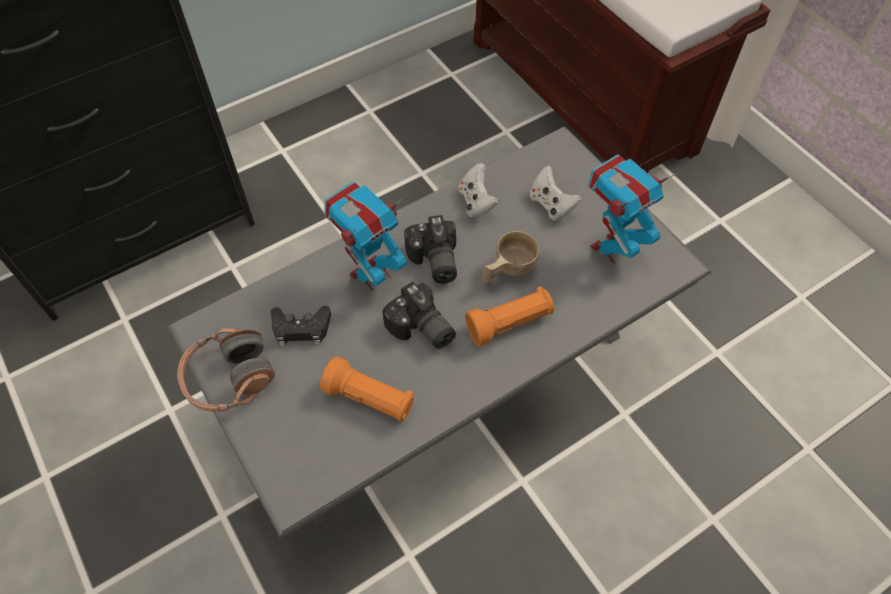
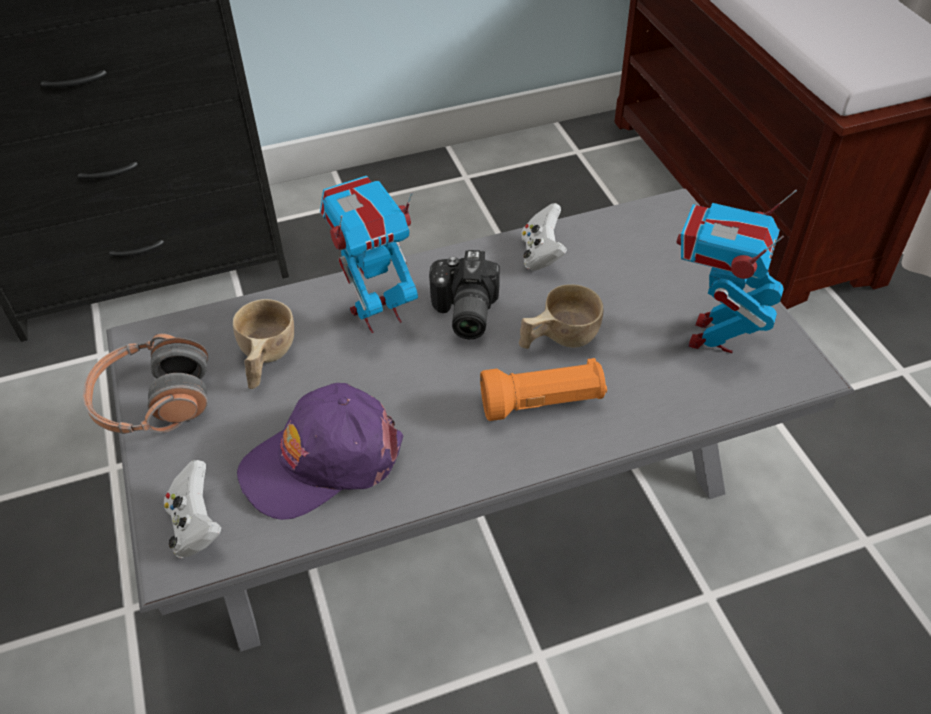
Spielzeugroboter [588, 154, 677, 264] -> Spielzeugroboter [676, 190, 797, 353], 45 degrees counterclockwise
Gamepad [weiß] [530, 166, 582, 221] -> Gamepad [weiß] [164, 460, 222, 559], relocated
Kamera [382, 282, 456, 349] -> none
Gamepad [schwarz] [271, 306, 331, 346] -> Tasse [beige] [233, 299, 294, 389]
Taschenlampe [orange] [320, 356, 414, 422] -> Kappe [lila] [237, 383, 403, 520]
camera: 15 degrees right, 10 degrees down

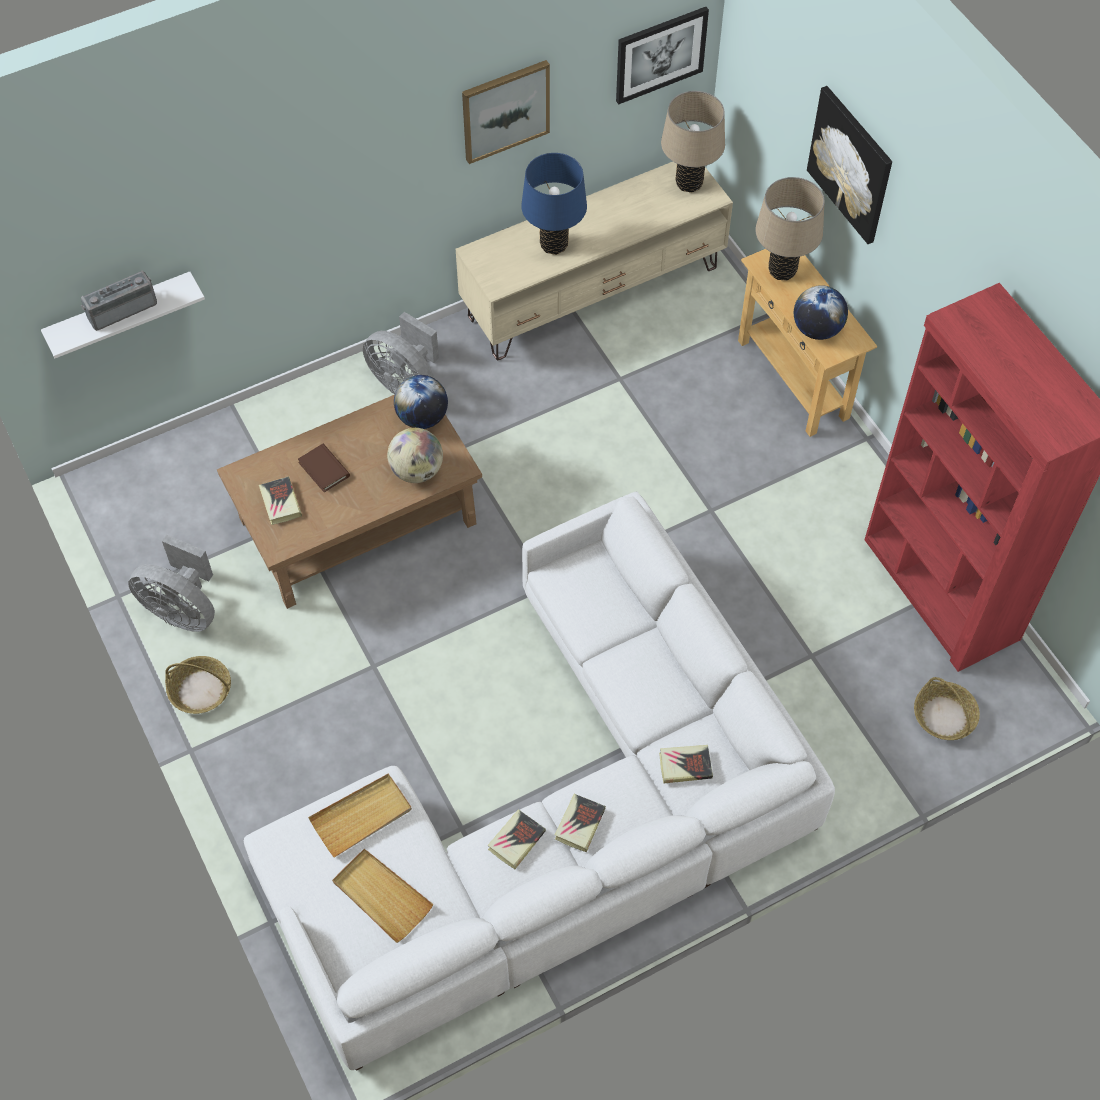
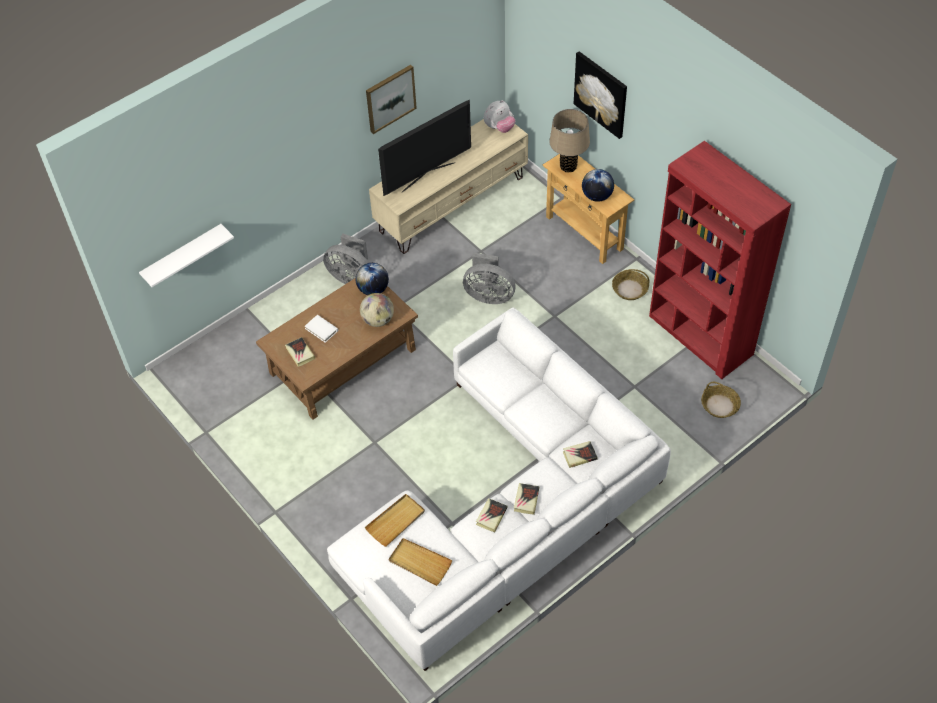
Bild [616, 7, 709, 104] -> none
Tischlampe [beige] [661, 91, 725, 193] -> Plüschtier [484, 100, 515, 133]
Tischlampe [blau] [521, 153, 587, 255] -> Fernseher [378, 100, 471, 196]
Radio [81, 271, 157, 331] -> none
Buch [braun] [298, 444, 350, 493] -> Buch [weiß] [305, 315, 338, 343]
Ventilator [grau] [128, 534, 215, 632] -> Ventilator [grau] [463, 253, 516, 304], relocated
Korb [165, 656, 231, 714] -> Korb [612, 269, 649, 300], relocated
camera: 10 degrees left, 5 degrees down

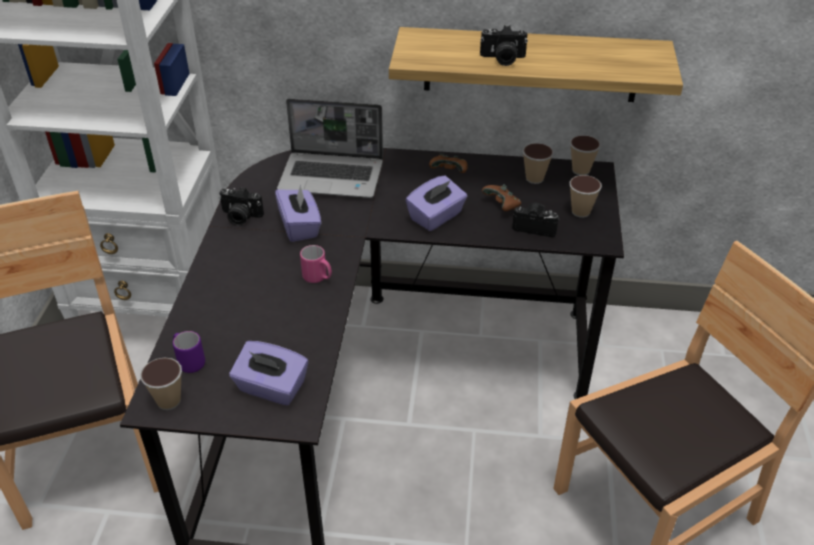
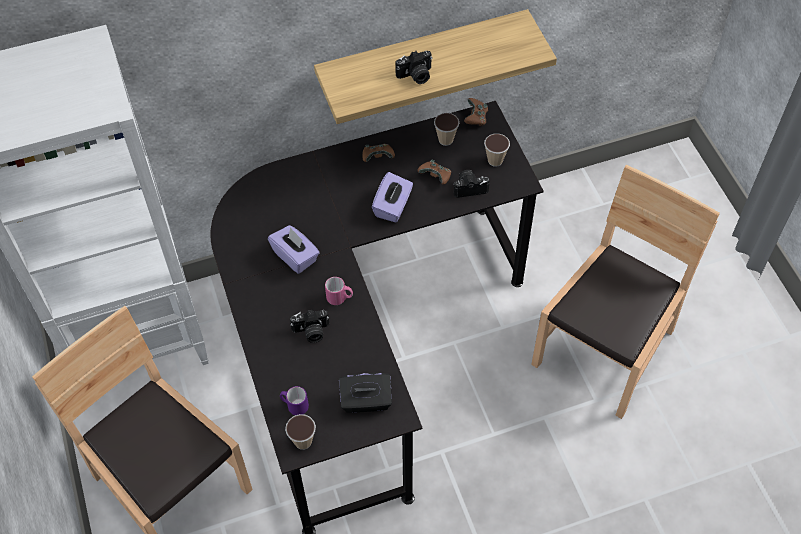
Laptop [277, 98, 383, 198] -> none
Tasse [570, 135, 601, 175] -> Gamepad [braun] [464, 98, 488, 126]
Kamera [219, 187, 264, 226] -> Kamera [290, 310, 329, 343], relocated
Taschentuchbox [lila] [229, 341, 308, 405] -> Taschentuchbox [schwarz] [339, 373, 392, 413]
camera: 25 degrees left, 15 degrees up

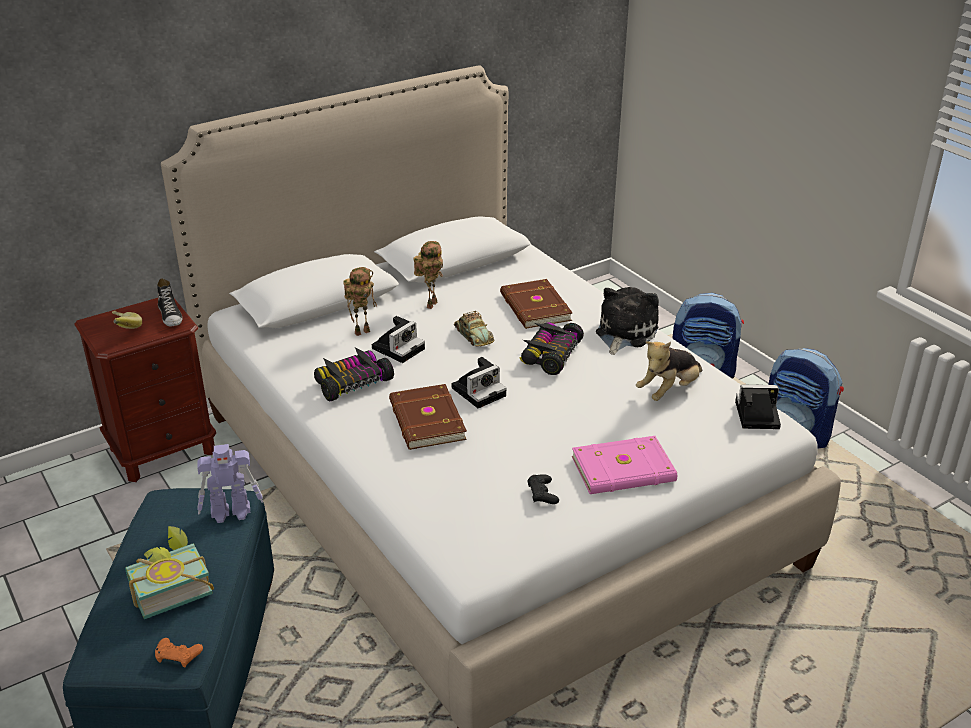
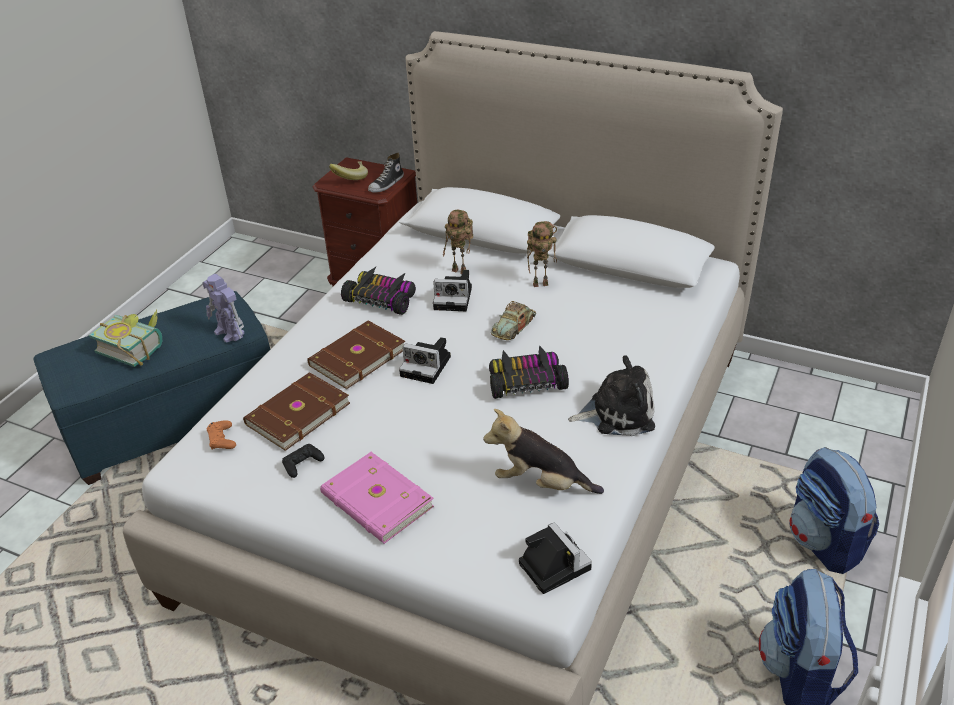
Buch [braun] [500, 279, 573, 329] -> Buch [braun] [243, 372, 350, 451], relocated
Gamepad [orange] [155, 638, 203, 667] -> Gamepad [orange] [207, 420, 236, 450], relocated
camera: 60 degrees right, 5 degrees up

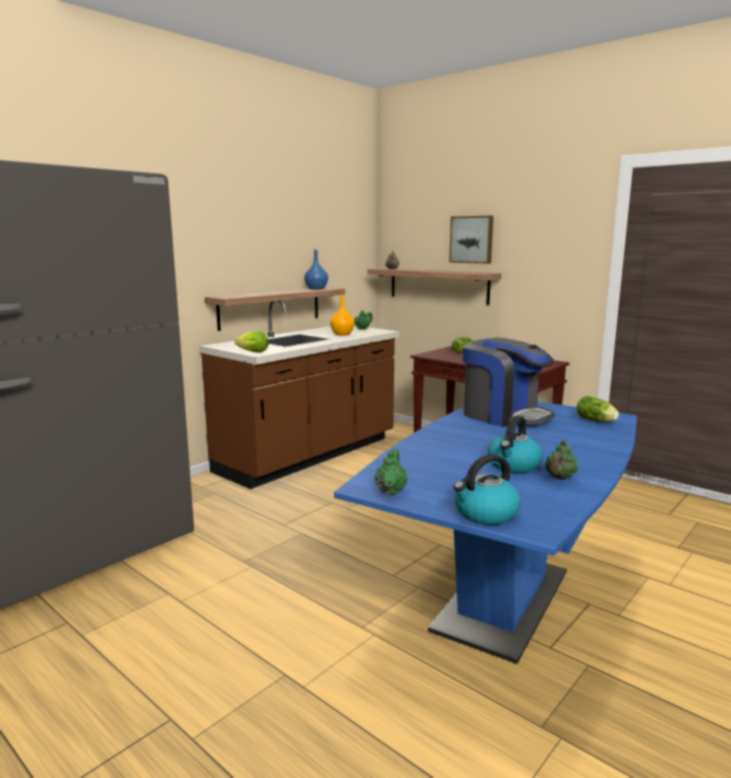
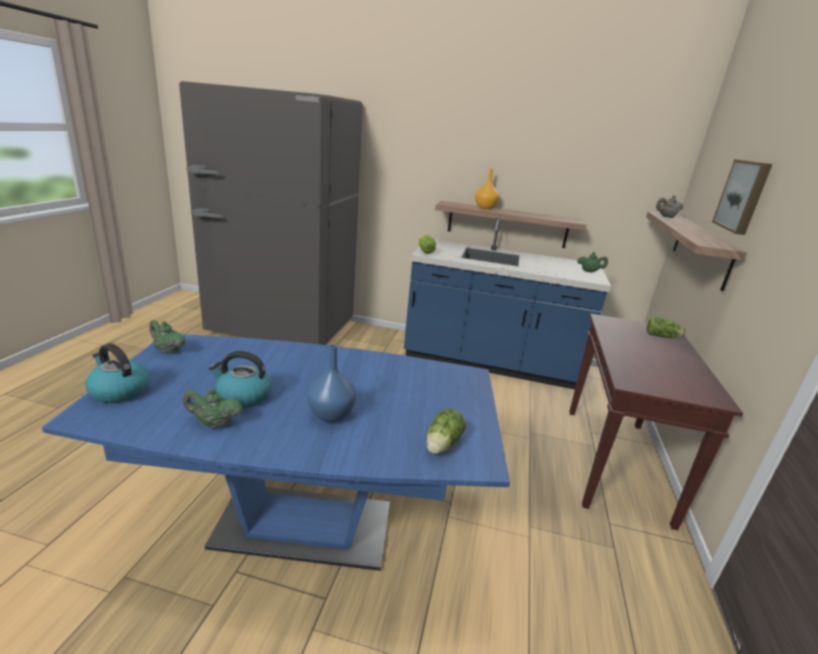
Vase [blau] [304, 250, 328, 290] -> Vase [blau] [307, 345, 356, 423], relocated
Vase [orange] [330, 294, 355, 335] -> Vase [orange] [475, 169, 499, 209], relocated
Küchenzeile [braun] [200, 301, 399, 489] -> Küchenzeile [blau] [404, 219, 611, 389]
Kaffeemaschine [463, 337, 554, 427] -> none
Teekanne [grün] [375, 449, 408, 495] -> Teekanne [grün] [149, 320, 185, 354], 135 degrees counterclockwise
camera: 60 degrees right, 10 degrees up

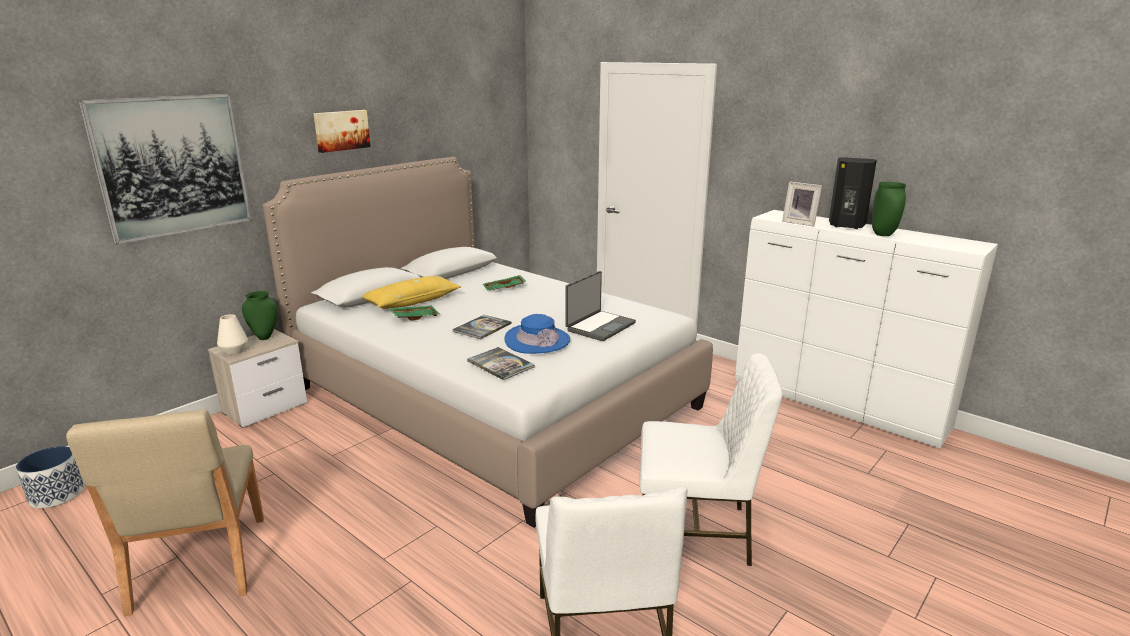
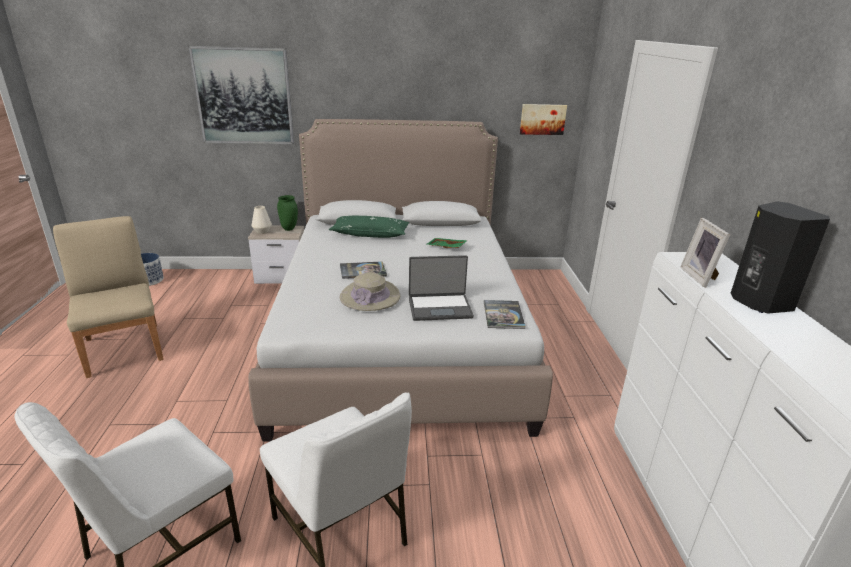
Bild [313, 110, 371, 153] -> Bild [520, 104, 567, 135], relocated
Vase [grün] [872, 182, 906, 236] -> none
Kissen [gelb] [362, 276, 461, 309] -> Kissen [grün] [329, 216, 409, 238]
Tablett [grün] [389, 306, 440, 321] -> none
Hut [blau] [504, 314, 570, 354] -> Hut [beige] [340, 272, 400, 311]
Buch [467, 347, 535, 380] -> Buch [484, 300, 526, 329], relocated
Stuhl [beige] [66, 410, 264, 617] -> Stuhl [beige] [53, 216, 164, 378], 120 degrees clockwise
camera: 45 degrees right, 5 degrees up

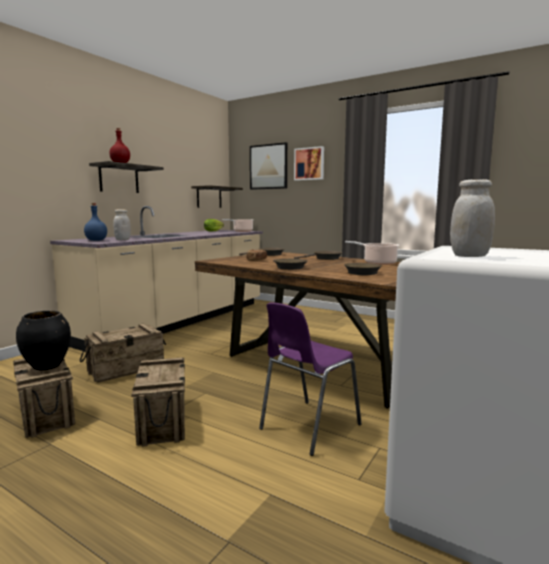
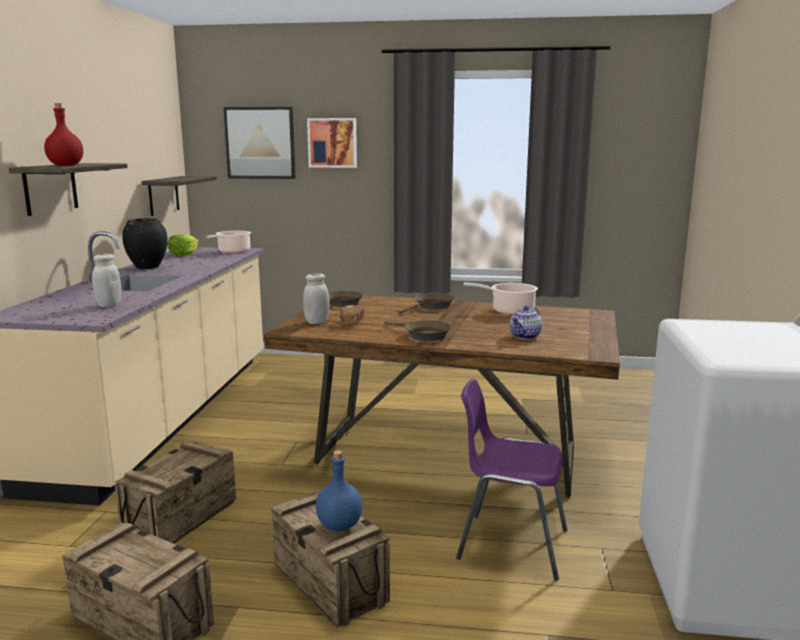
Vorratsglas [weiß] [450, 179, 495, 257] -> Vorratsglas [weiß] [303, 273, 329, 324], relocated
Flasche [blau] [84, 203, 107, 241] -> Flasche [blau] [316, 450, 363, 531], relocated
Pfanne [braun] [344, 263, 382, 275] -> Teekanne [510, 306, 542, 339]
Stuhl [lila] [259, 303, 362, 456] -> Stuhl [lila] [456, 379, 567, 581], 90 degrees clockwise
Vase [schwarz] [16, 311, 71, 370] -> Vase [schwarz] [122, 218, 168, 269], relocated
camera: 25 degrees left, 5 degrees up

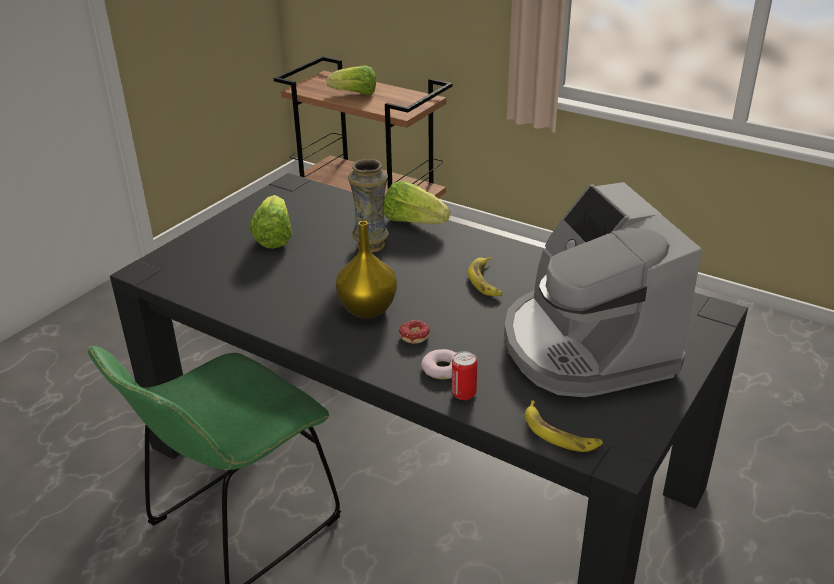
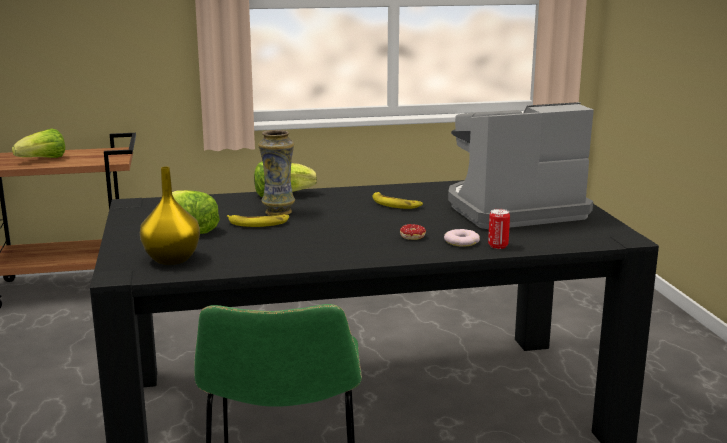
Kaffeemaschine [504, 182, 702, 397] -> Kaffeemaschine [448, 102, 594, 229], 135 degrees clockwise
Vase [gelb] [336, 221, 397, 318] -> Vase [gelb] [140, 167, 200, 265], relocated
Banane [525, 400, 603, 452] -> Banane [227, 214, 289, 227], relocated
camera: 45 degrees left, 15 degrees down

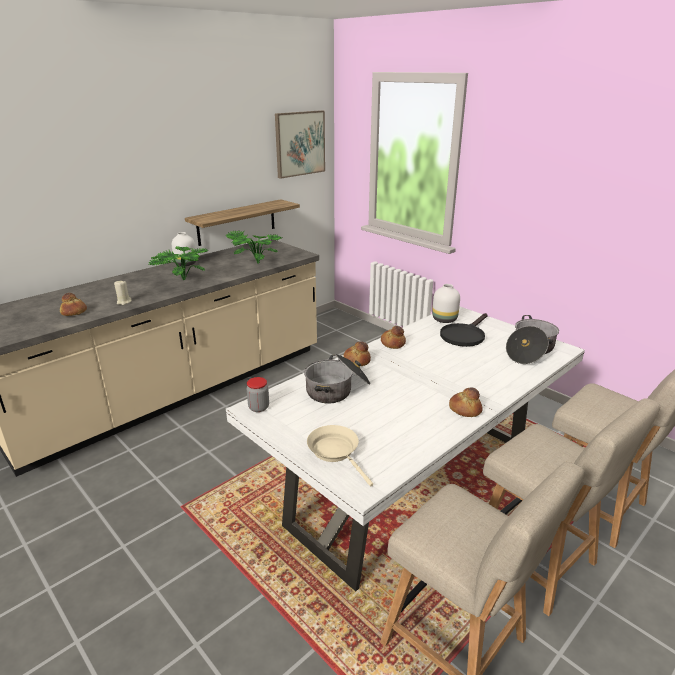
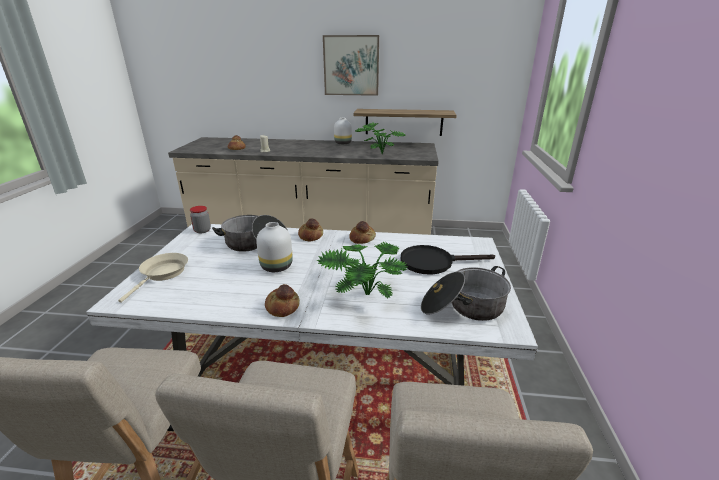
Bild [275, 110, 325, 179] -> Bild [323, 35, 379, 96], relocated
Topfpflanze [149, 246, 208, 280] -> Topfpflanze [316, 242, 407, 298], relocated
Vase [weiß] [432, 284, 460, 323] -> Vase [weiß] [256, 222, 293, 272], relocated
camera: 50 degrees right, 0 degrees up

